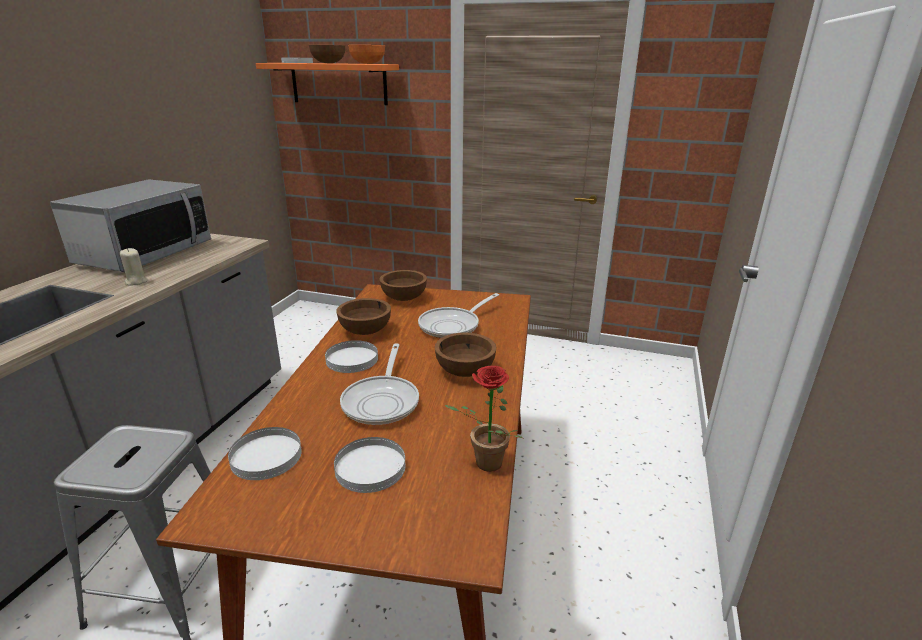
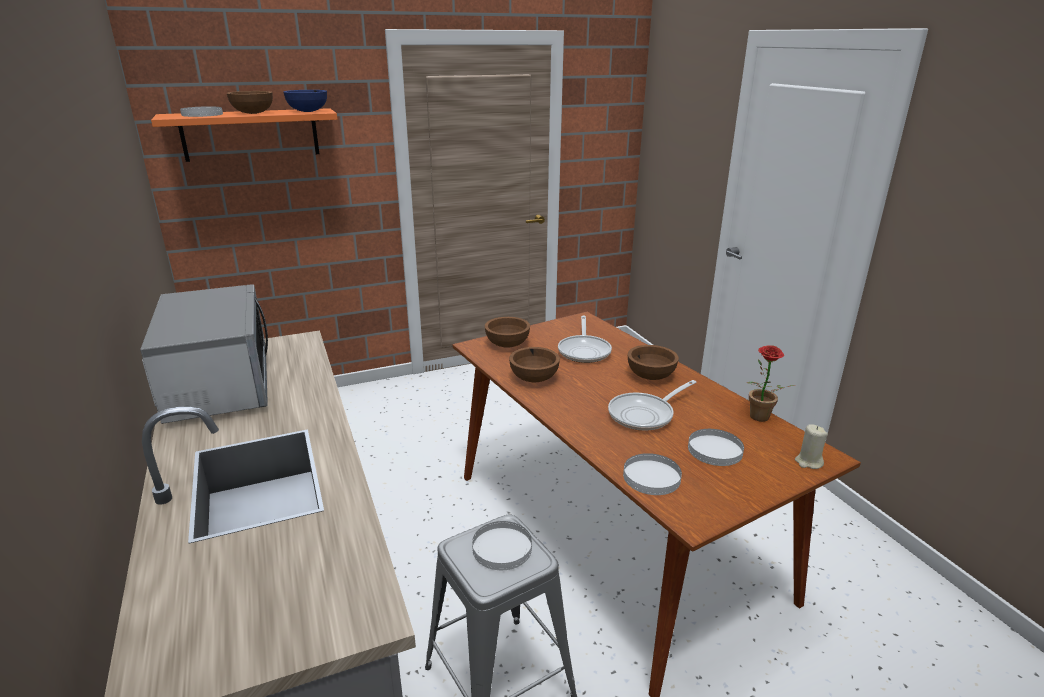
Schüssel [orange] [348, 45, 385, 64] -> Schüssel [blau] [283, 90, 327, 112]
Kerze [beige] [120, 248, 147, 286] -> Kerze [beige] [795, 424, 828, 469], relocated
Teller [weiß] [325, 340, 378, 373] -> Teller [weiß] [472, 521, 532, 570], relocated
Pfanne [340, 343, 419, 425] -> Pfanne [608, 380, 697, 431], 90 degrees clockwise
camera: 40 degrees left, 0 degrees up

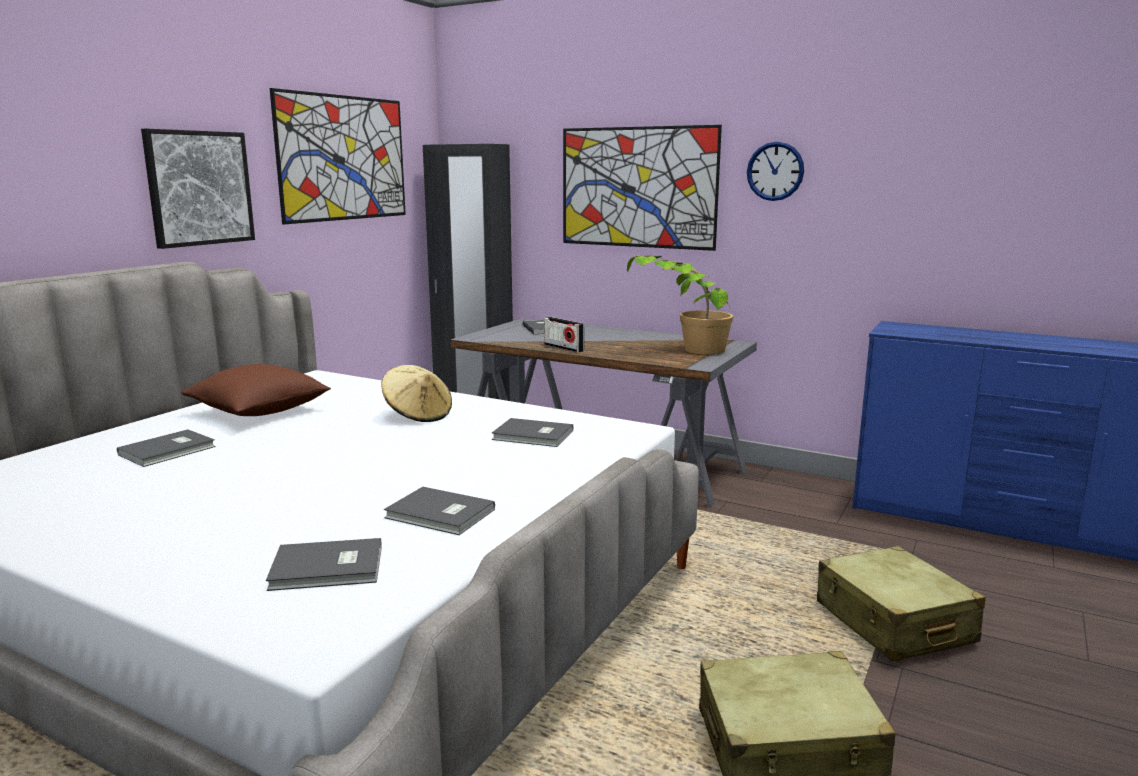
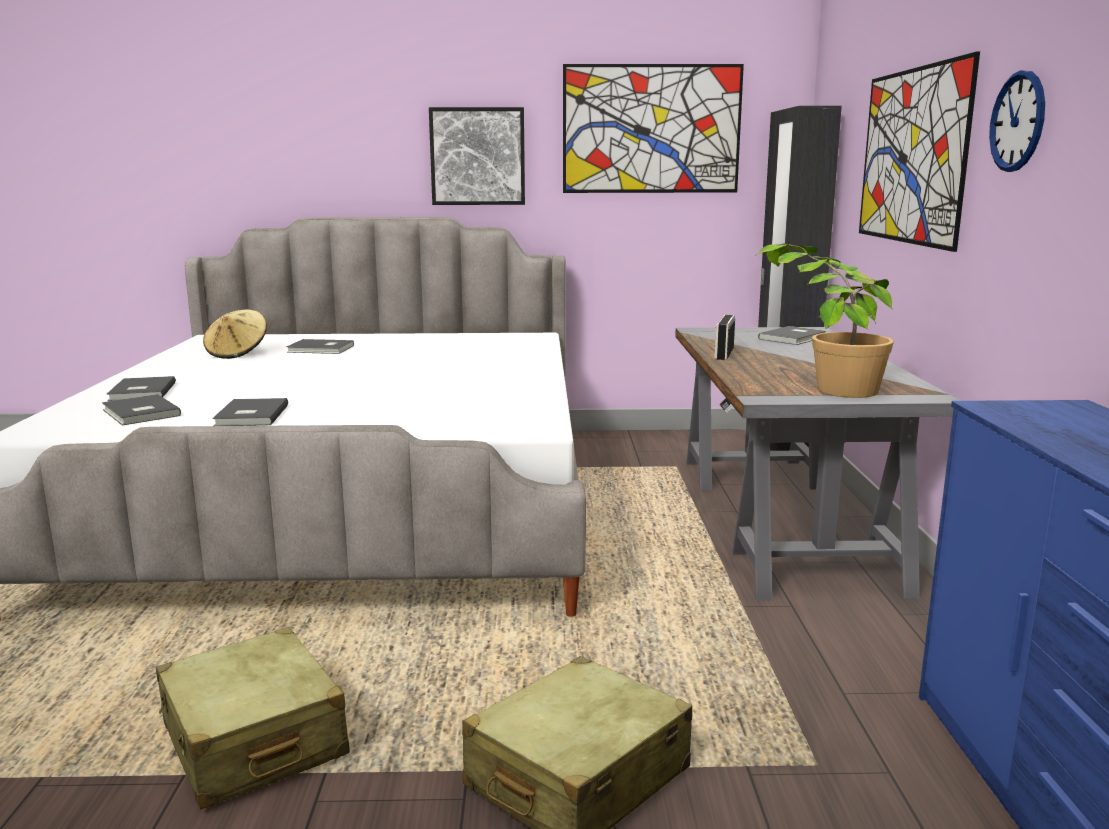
Kissen [braun] [181, 364, 331, 416] -> none
Hut [beige] [381, 365, 452, 422] -> Hut [beige] [203, 310, 267, 359], relocated
Buch [grau] [492, 418, 573, 447] -> Buch [grau] [107, 376, 176, 401], relocated
camera: 60 degrees right, 0 degrees up

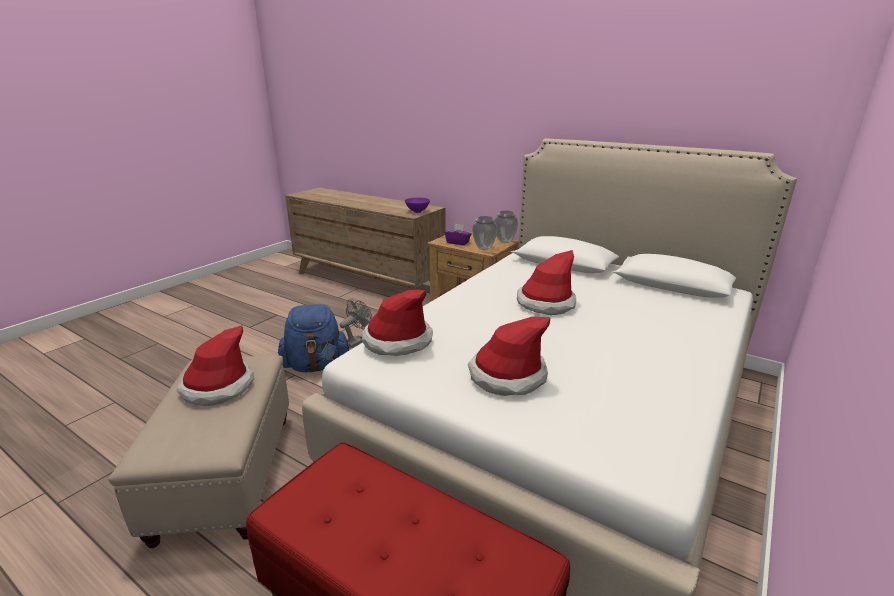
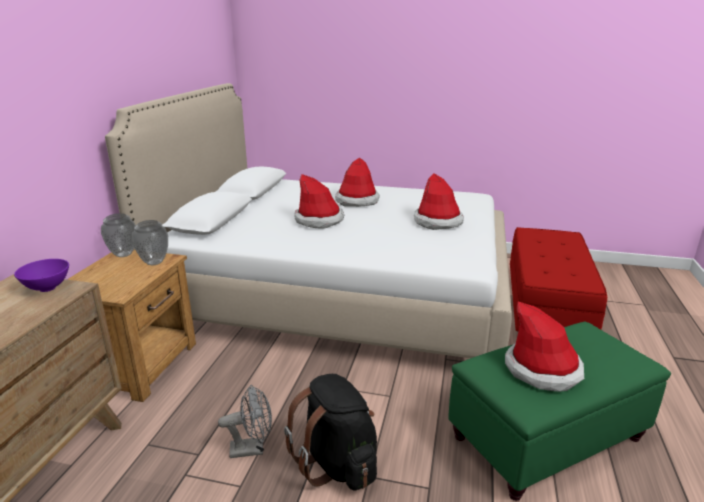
Taschentuchbox [lila] [444, 224, 471, 245] -> none
Hut [362, 289, 433, 356] -> Hut [335, 158, 380, 207], relocated
Ventilator [grau] [340, 298, 372, 348] -> Ventilator [grau] [218, 385, 272, 458], 150 degrees clockwise
Rucksack [blau] [278, 304, 351, 372] -> Rucksack [schwarz] [284, 374, 377, 490]
Polsterhocker [beige] [108, 355, 289, 548] -> Polsterhocker [grün] [449, 322, 671, 501]
camera: 110 degrees left, 0 degrees up

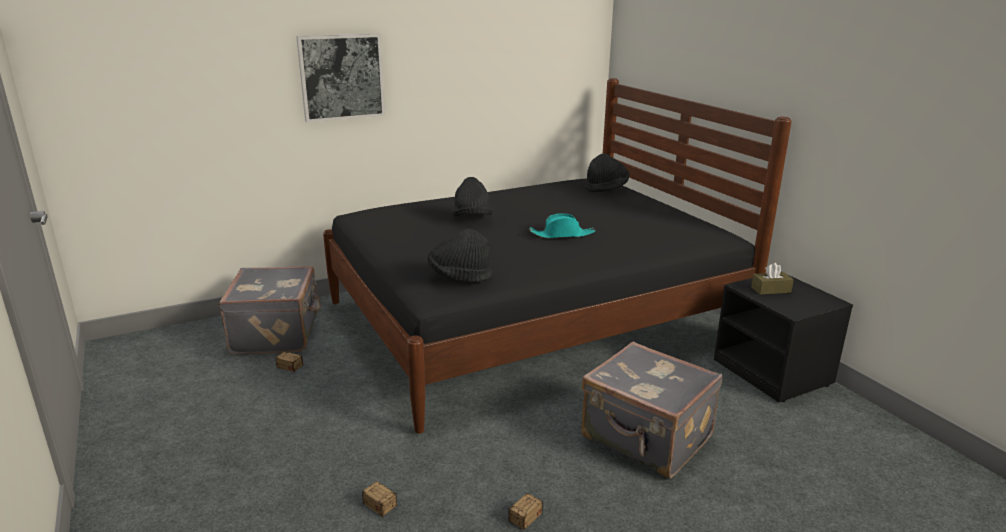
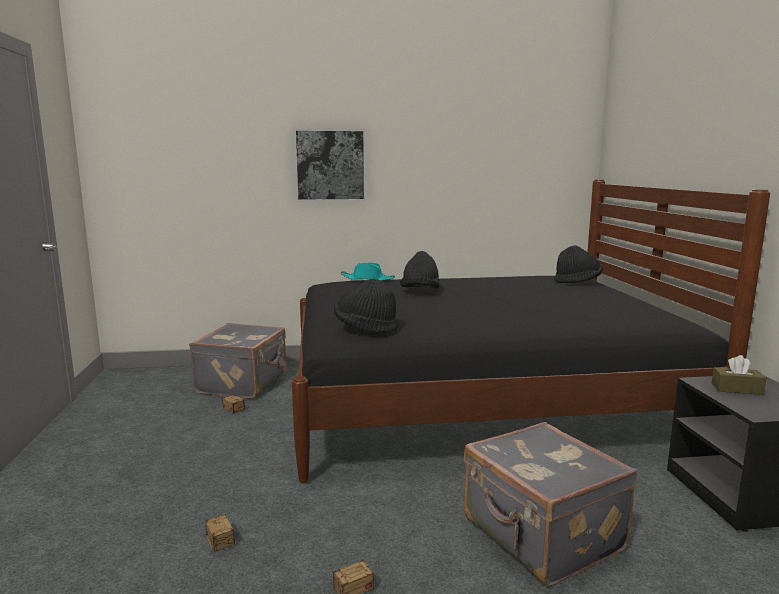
Hut [türkis] [529, 213, 595, 239] -> Hut [türkis] [341, 263, 395, 281], relocated
camera: 20 degrees right, 10 degrees down

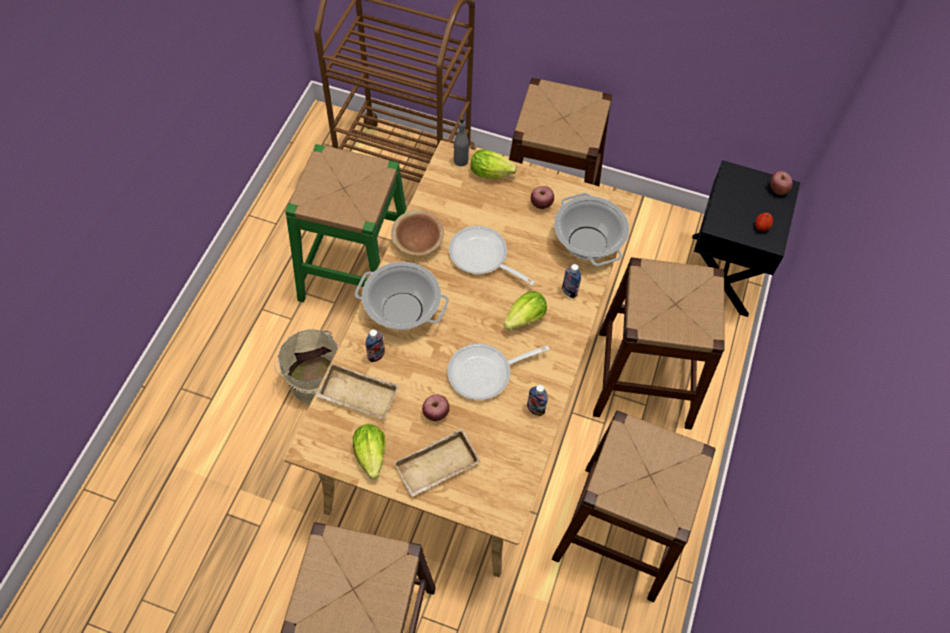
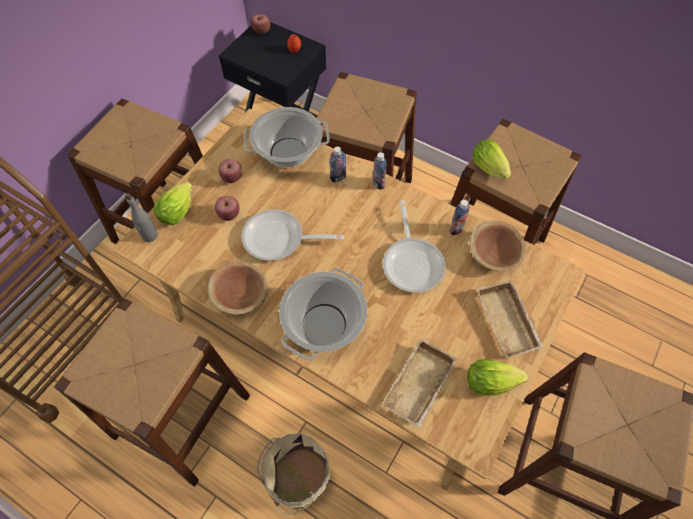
Hocker [grün] [285, 144, 406, 302] -> Hocker [braun] [54, 298, 250, 486]
Pfanne [449, 226, 535, 285] -> Pfanne [241, 209, 344, 261], 45 degrees clockwise
Salatkopf [504, 291, 547, 330] -> Salatkopf [472, 139, 511, 179], relocated
Flasche [366, 329, 385, 362] -> Flasche [373, 152, 387, 190], relocated
Apfel [422, 395, 450, 421] -> Apfel [215, 196, 240, 221], relocated
none -> Schüssel [braun] [470, 221, 526, 271]
camera: 75 degrees left, 0 degrees up

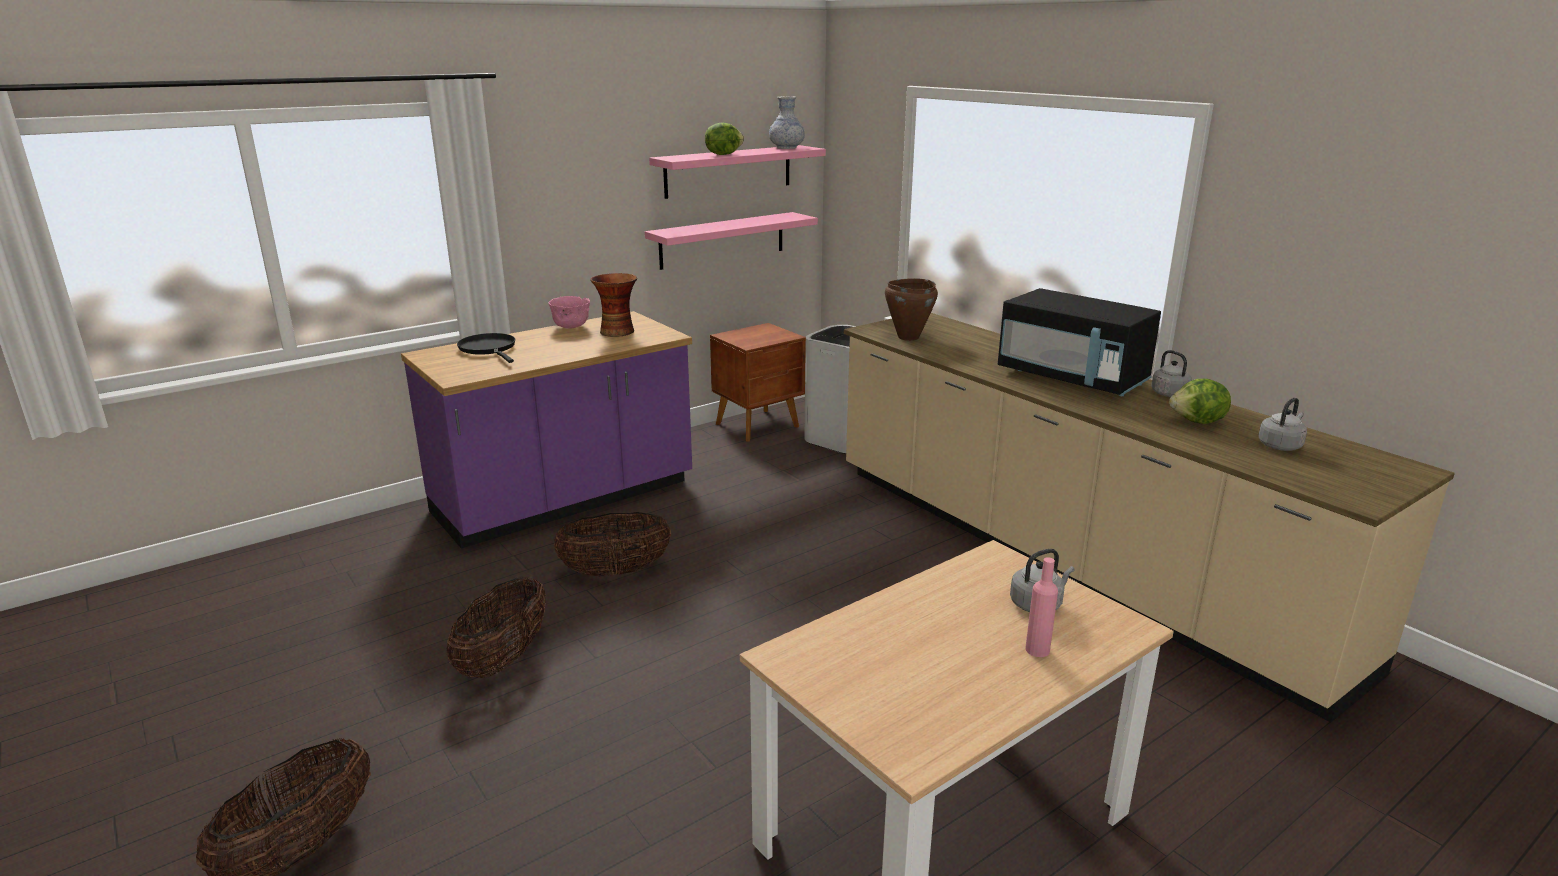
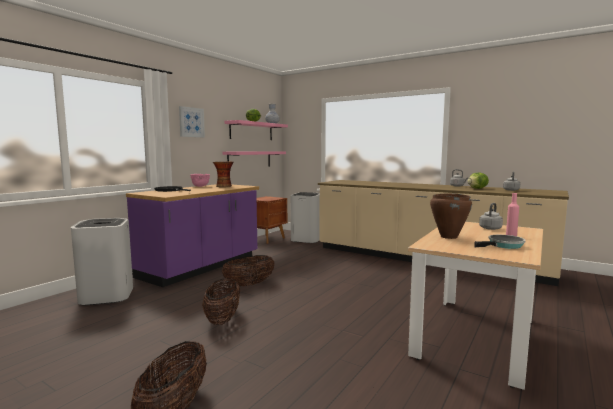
Kochtopf [braun] [885, 278, 938, 341] -> Kochtopf [braun] [430, 193, 472, 239], relocated
Mikrowelle [schwarz] [998, 288, 1161, 396] -> none
none -> Bild [179, 106, 205, 137]
none -> Mülleimer [weiß] [71, 218, 133, 305]
none -> Pfanne [474, 235, 526, 249]
camera: 20 degrees left, 15 degrees down

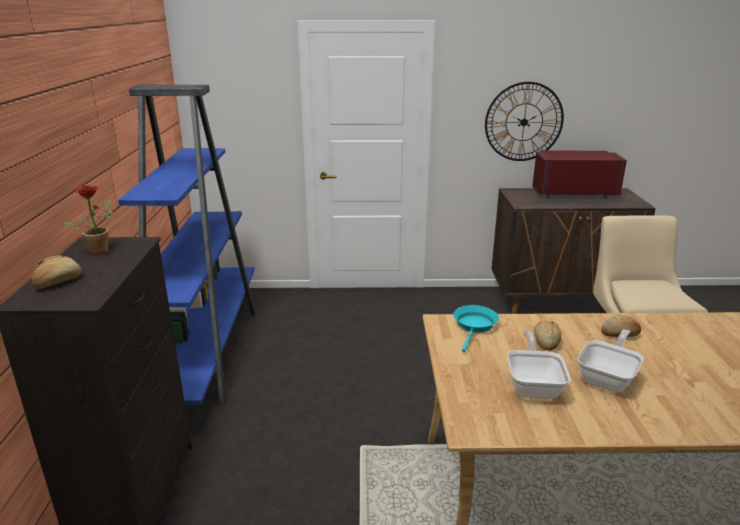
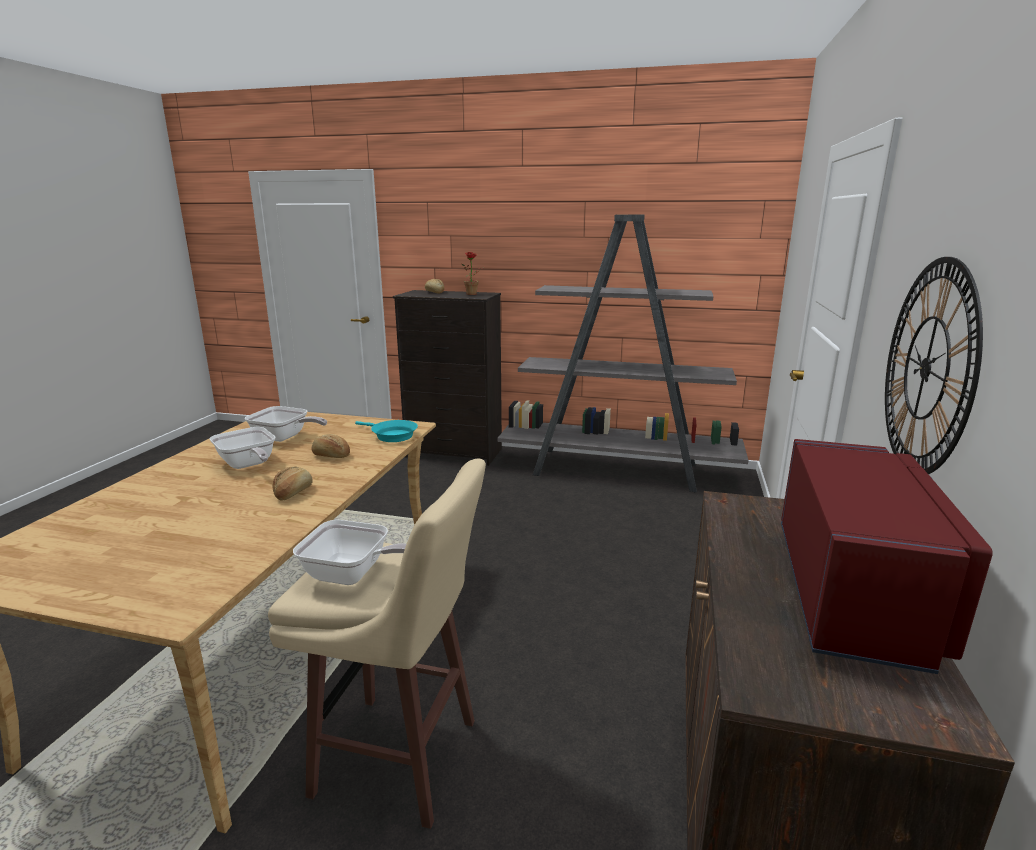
Bücherregal [blau] [118, 85, 256, 406] -> Bücherregal [grau] [498, 214, 749, 493]
none -> Pfanne [293, 520, 406, 585]
camera: 105 degrees right, 5 degrees down

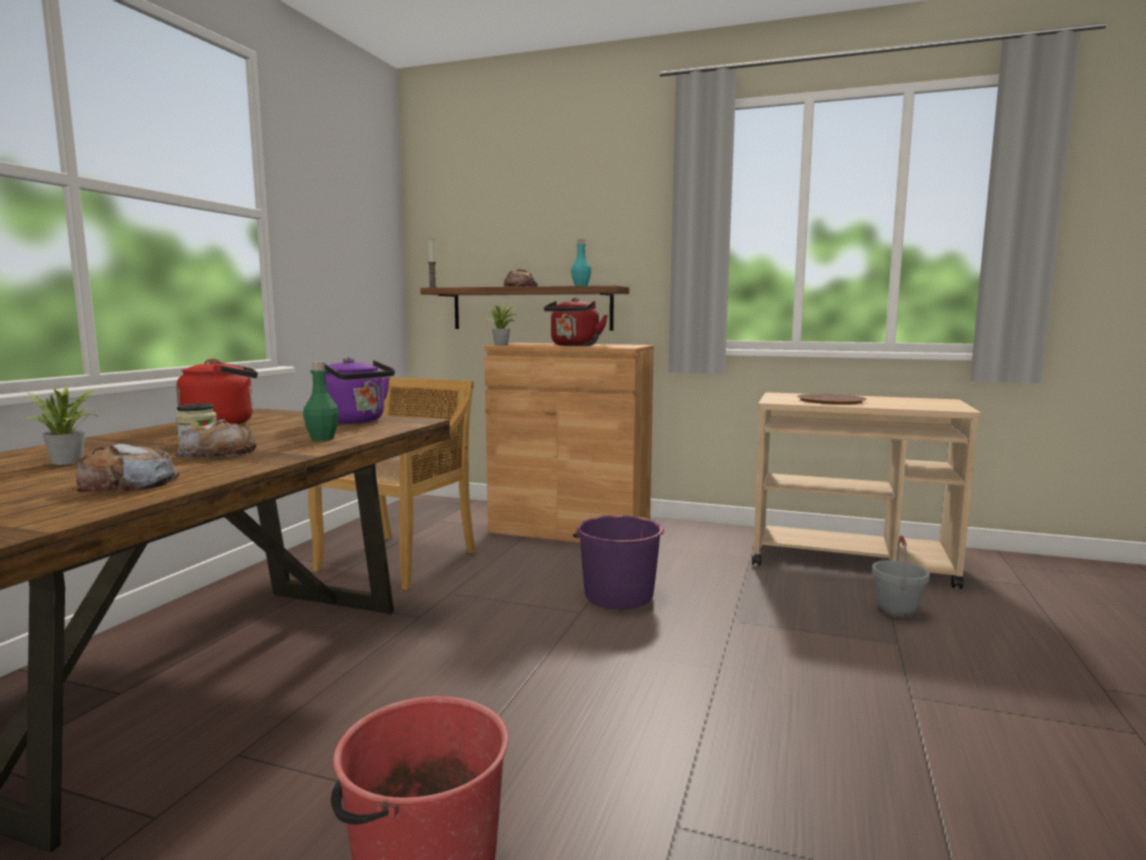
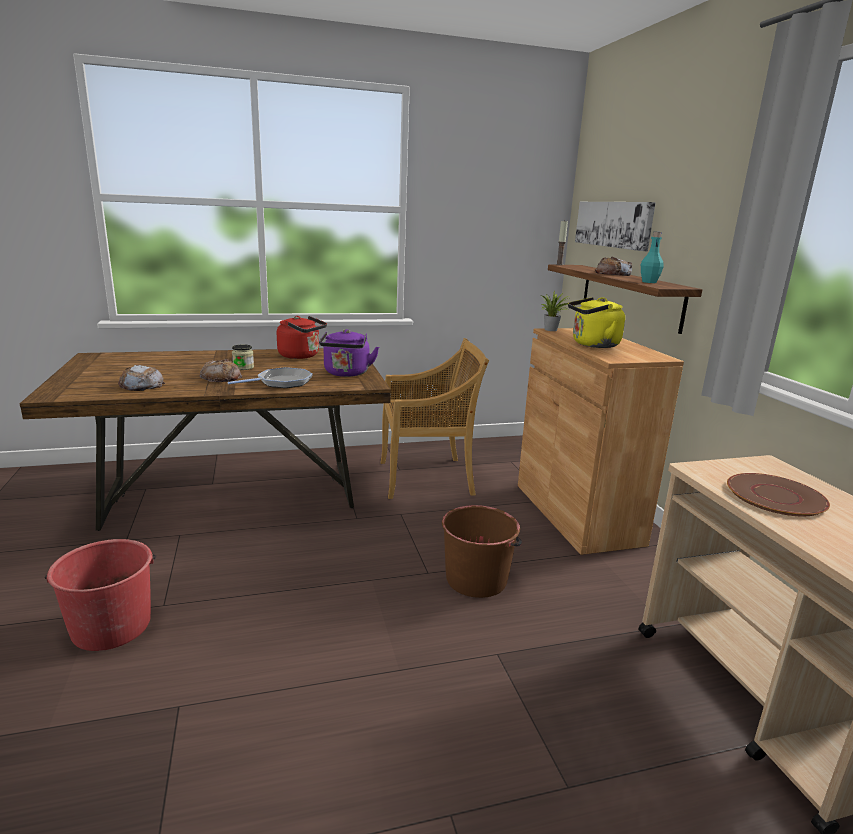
Wasserkessel [rot] [544, 298, 608, 346] -> Wasserkessel [gelb] [568, 297, 625, 348]
Flasche [grün] [303, 362, 339, 441] -> Pfanne [228, 367, 313, 388]
Topfpflanze [25, 383, 99, 465] -> none
Eimer [lila] [573, 515, 664, 609] -> Eimer [braun] [442, 505, 522, 598]
Eimer [grau] [872, 536, 930, 619] -> none
none -> Bild [575, 202, 656, 251]
camera: 55 degrees right, 10 degrees up

